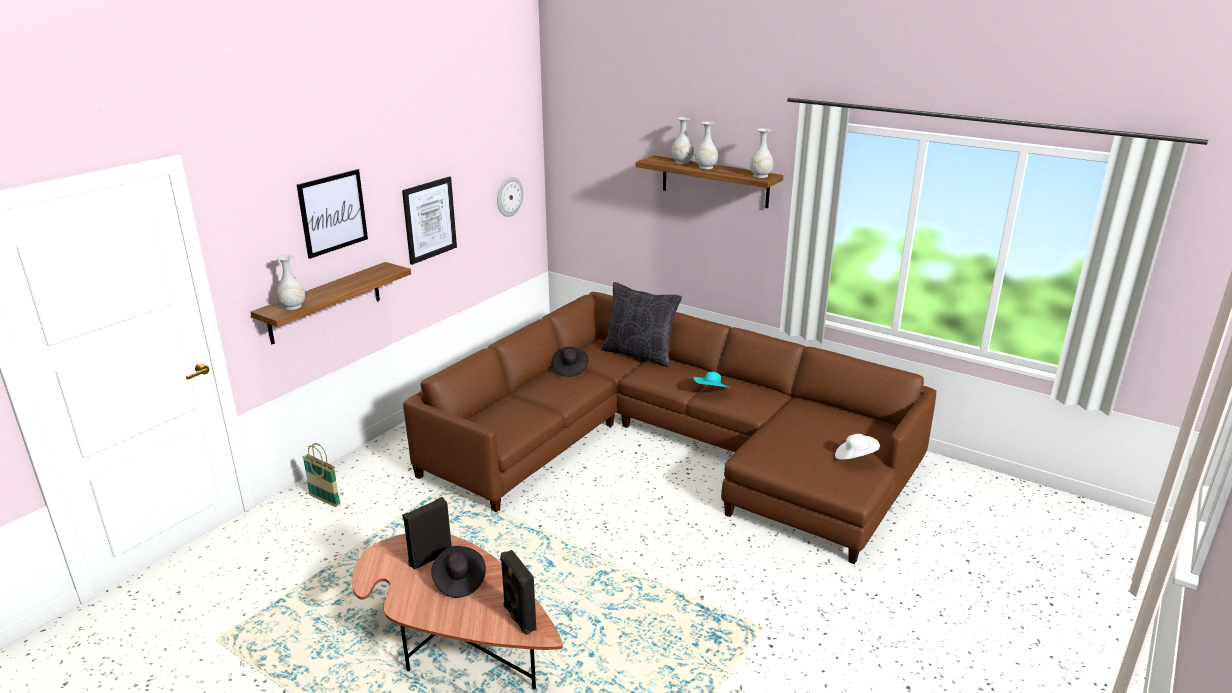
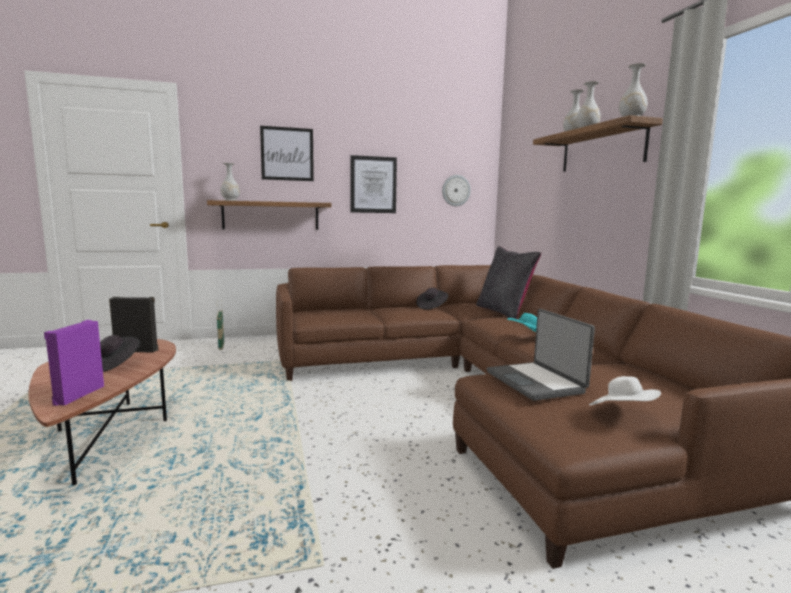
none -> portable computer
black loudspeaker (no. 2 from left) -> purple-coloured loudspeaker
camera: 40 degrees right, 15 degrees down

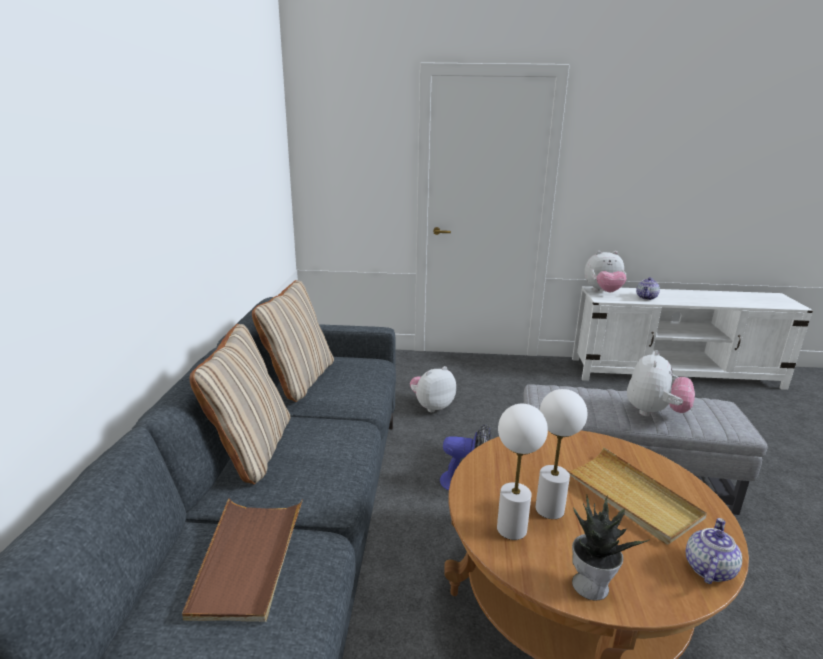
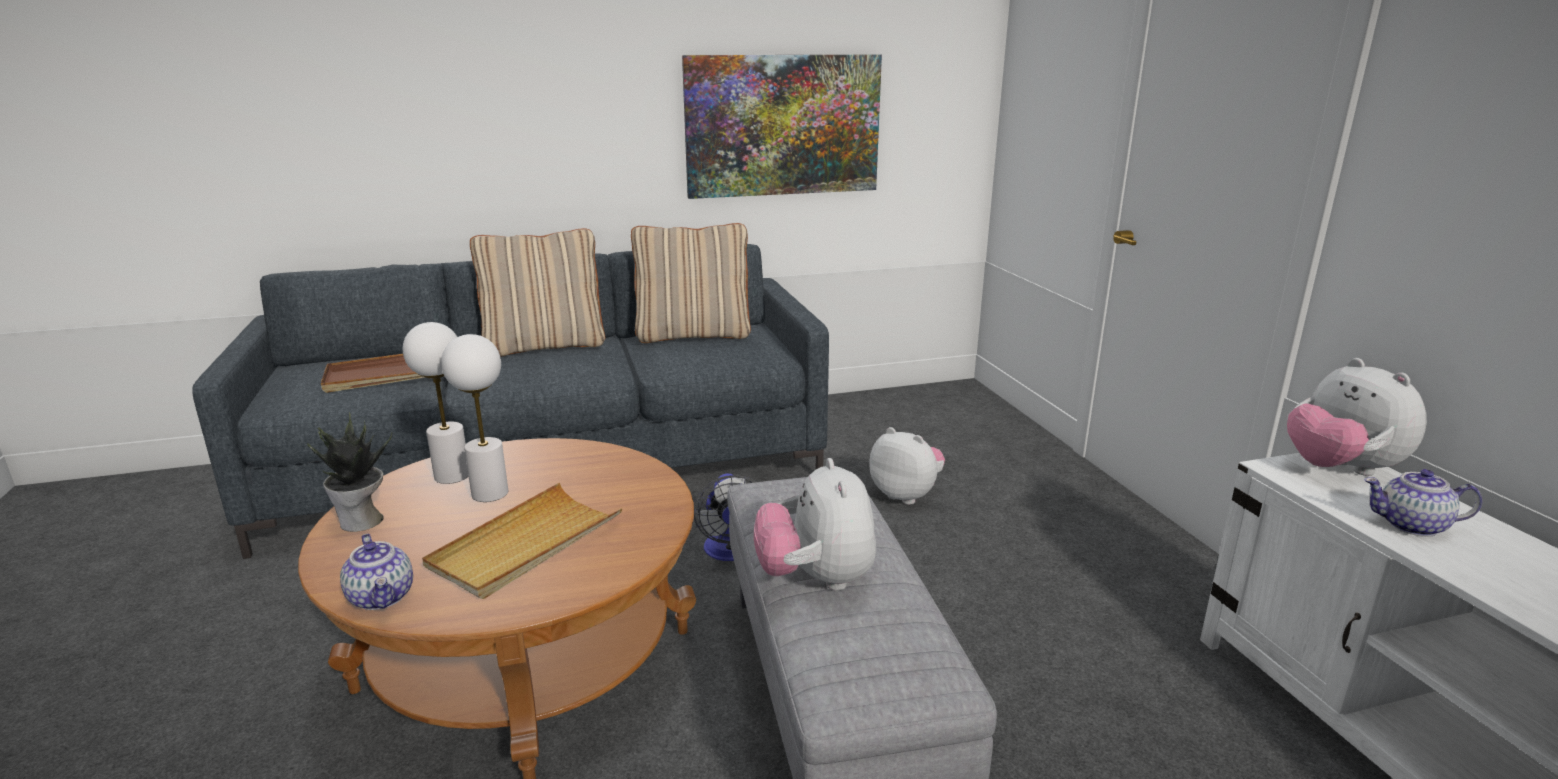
none -> picture
soft toy (no. 3 from left in the first image) -> soft toy (no. 1 from left), 75 degrees clockwise
teapot (no. 2 from left in the first image) -> teapot (no. 1 from left), 45 degrees clockwise
camera: 70 degrees right, 0 degrees up

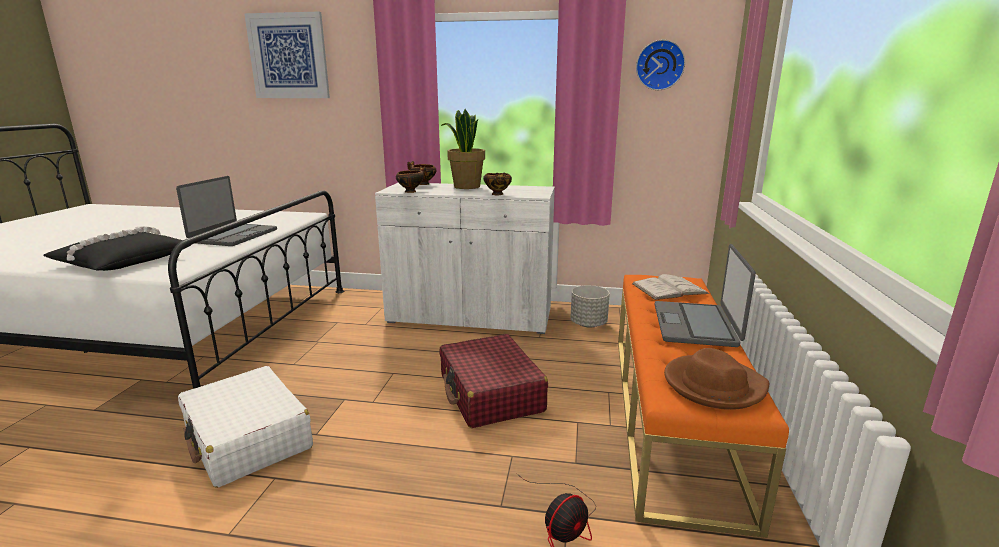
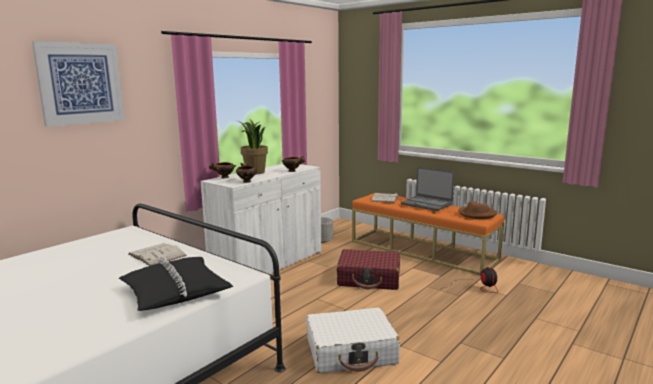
clock on the wall -> none
portable computer (no. 1 from left) -> white-coloured volume (no. 1 from left)
camera: 60 degrees left, 5 degrees down

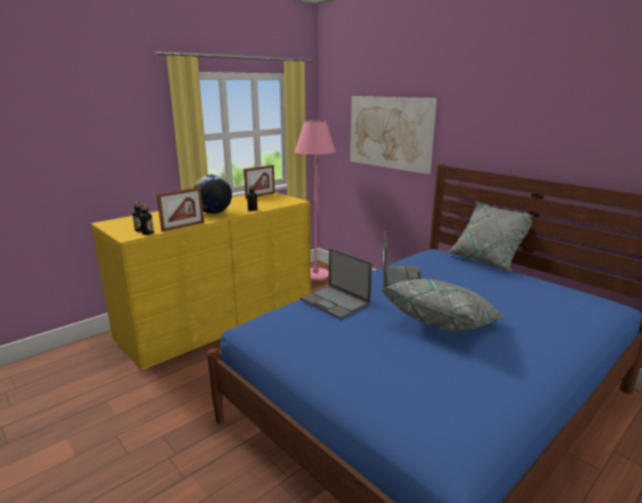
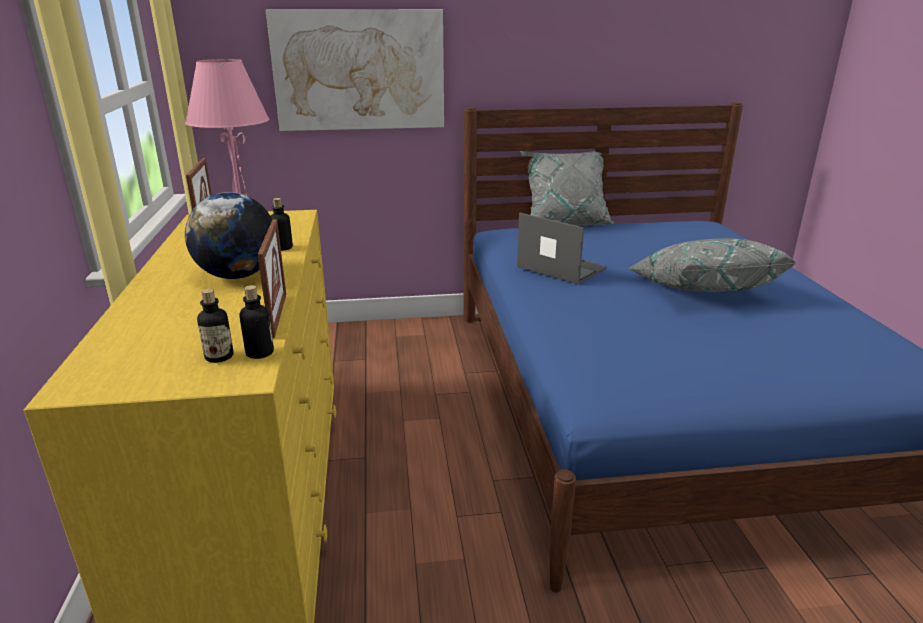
portable computer (no. 1 from left) -> none
camera: 55 degrees left, 5 degrees up

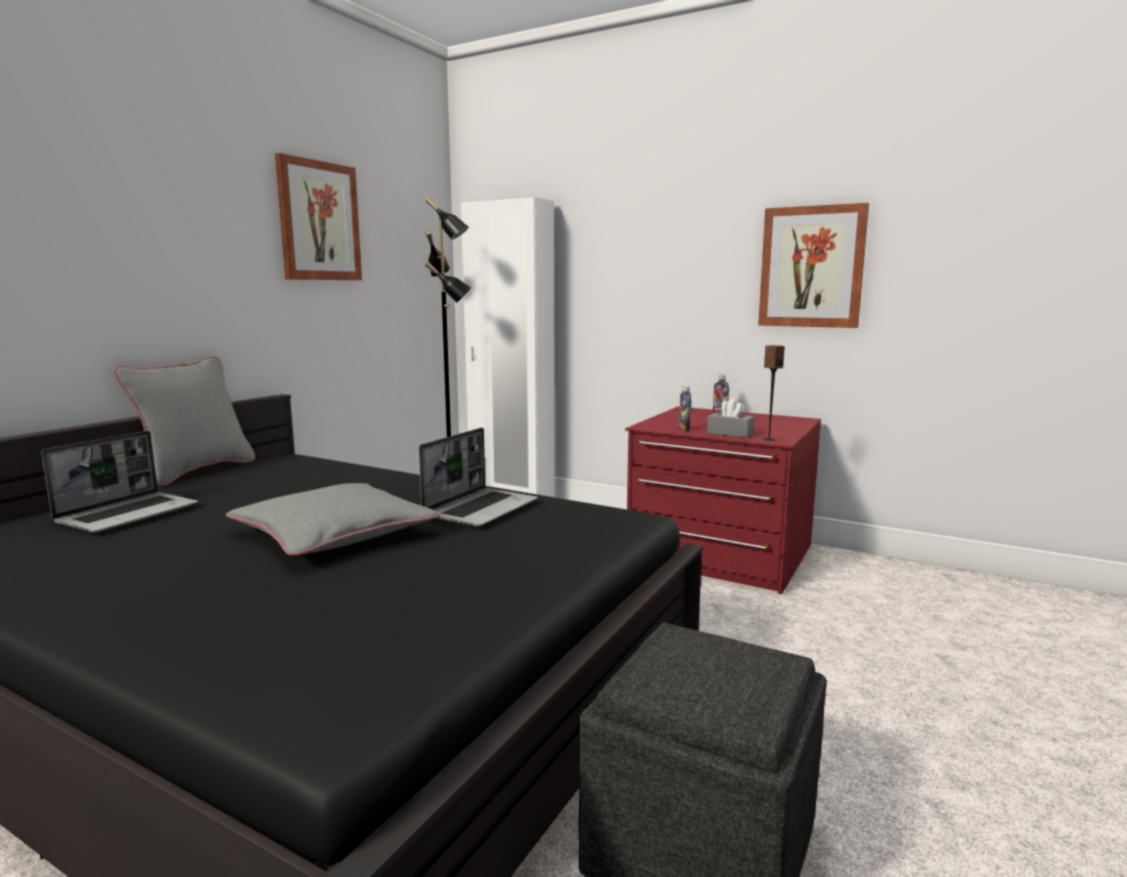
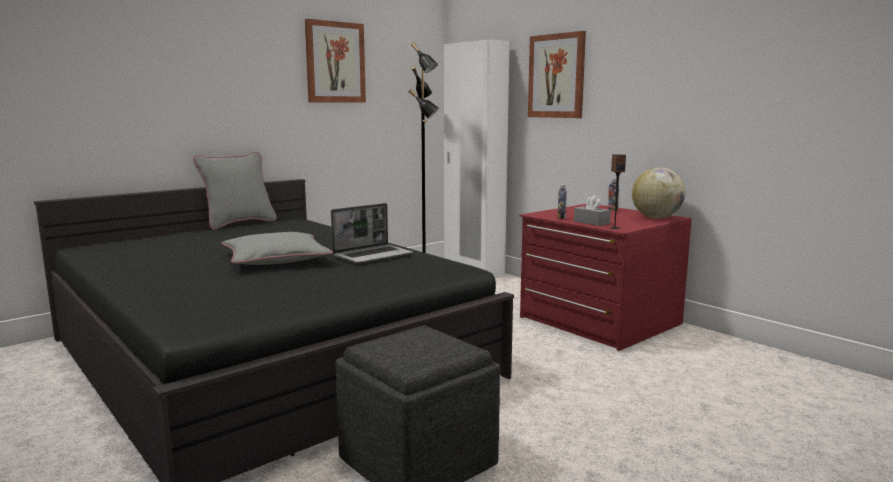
portable computer (no. 1 from left) -> none
none -> globe
picture (no. 2 from left), relocated
camera: 20 degrees right, 0 degrees up

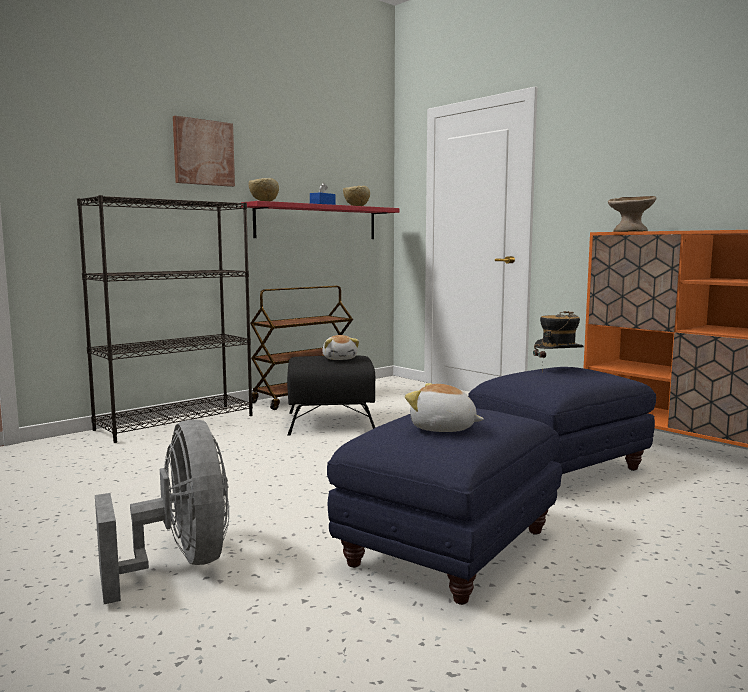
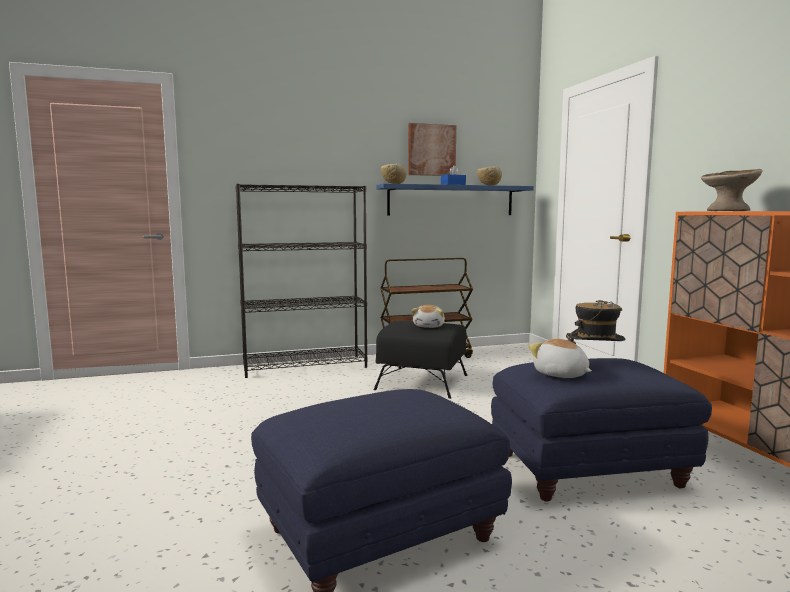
greyish electric fan -> none
picture, relocated
soft toy (no. 2 from left), relocated
red shelf -> blue-coloured shelf
camera: 25 degrees right, 0 degrees up

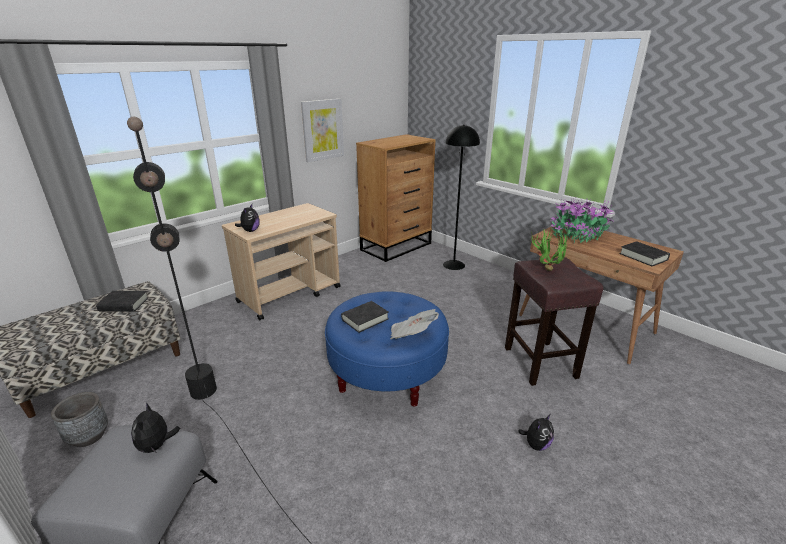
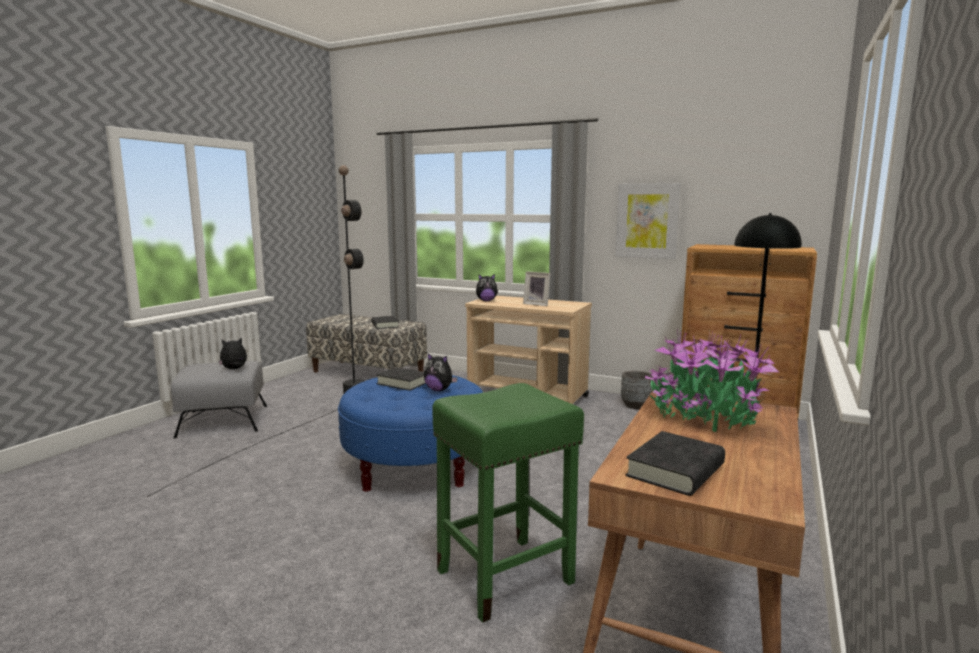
printed paper -> none
plant in a pot (no. 1 from left) -> none
none -> standing frame
greyish plant pot, relocated
soft toy (no. 3 from left in the first image) -> soft toy (no. 2 from left), relocated
brown-coloured stool -> green-coloured stool
camera: 70 degrees right, 15 degrees down

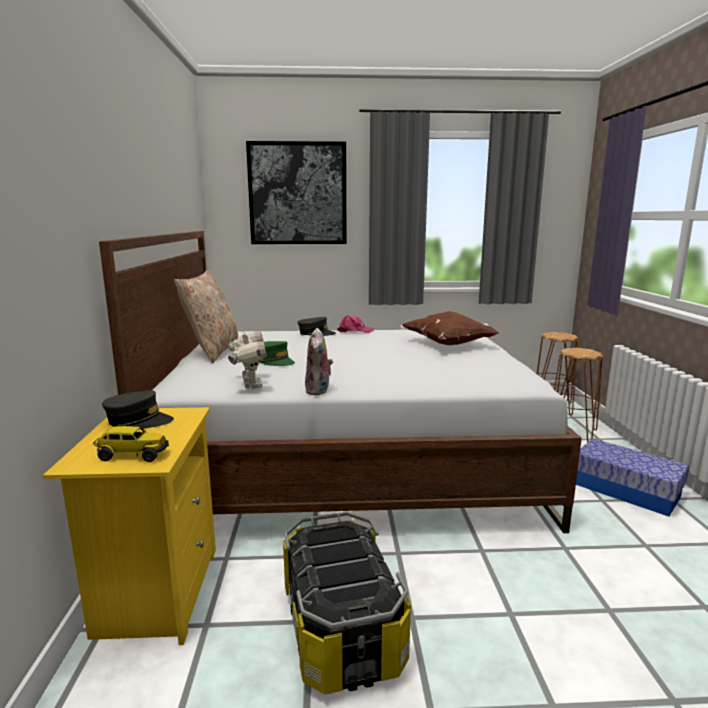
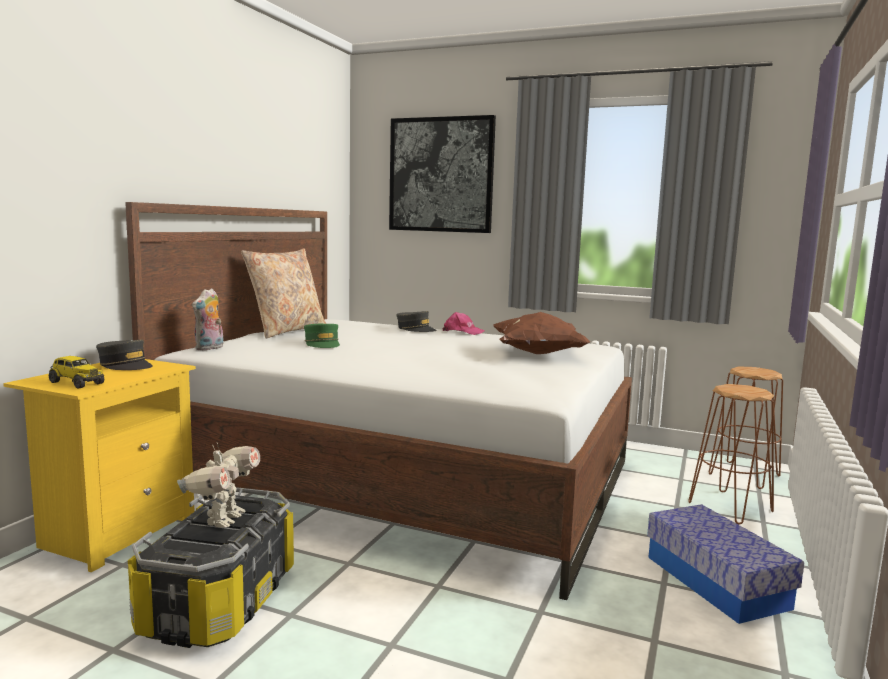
model robot, relocated
soft toy, relocated
camera: 25 degrees right, 5 degrees down

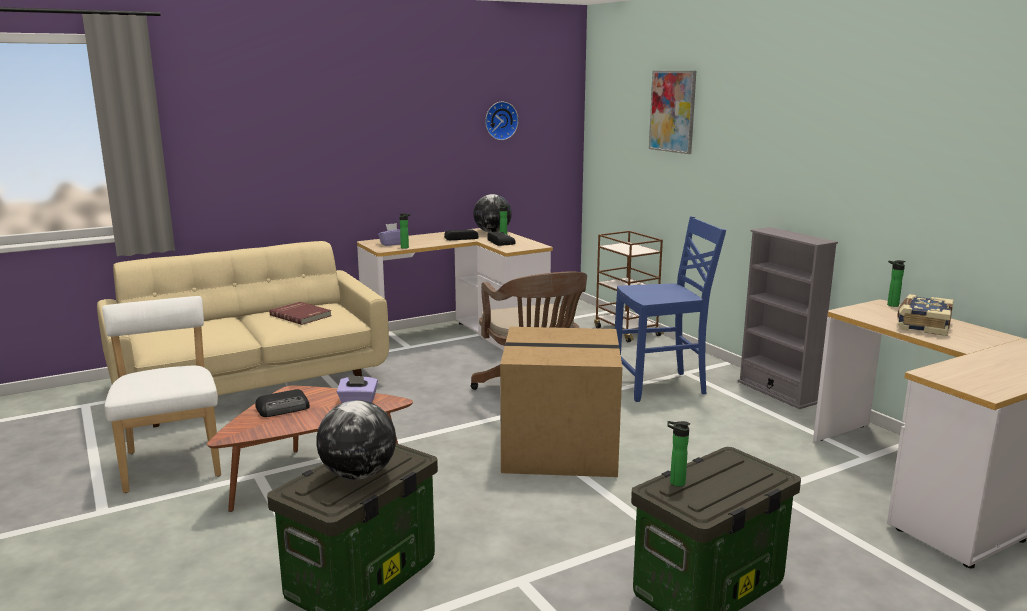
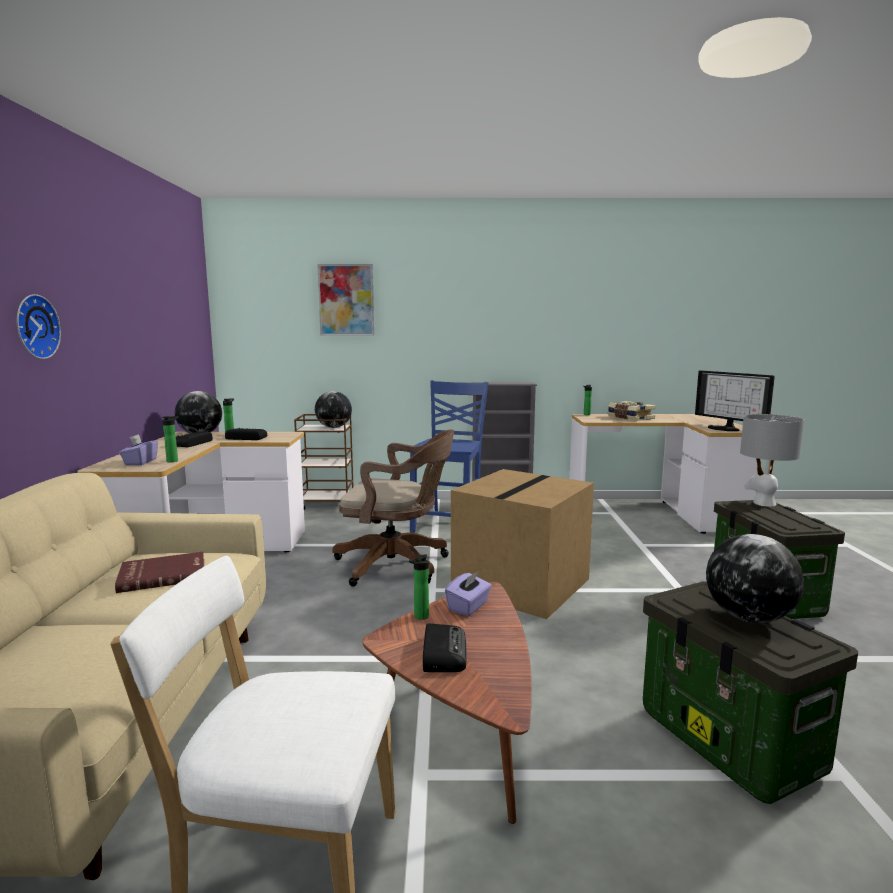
none -> globe (no. 2 from left)
none -> computer screen
none -> greyish tabletop lamp
clock on the wall, relocated
drink bottle (no. 3 from left), relocated
camera: 60 degrees left, 5 degrees down

